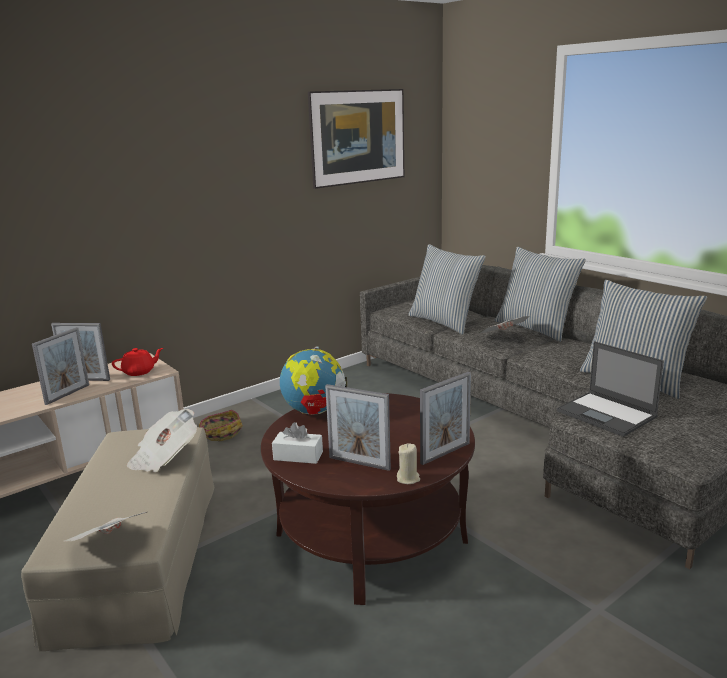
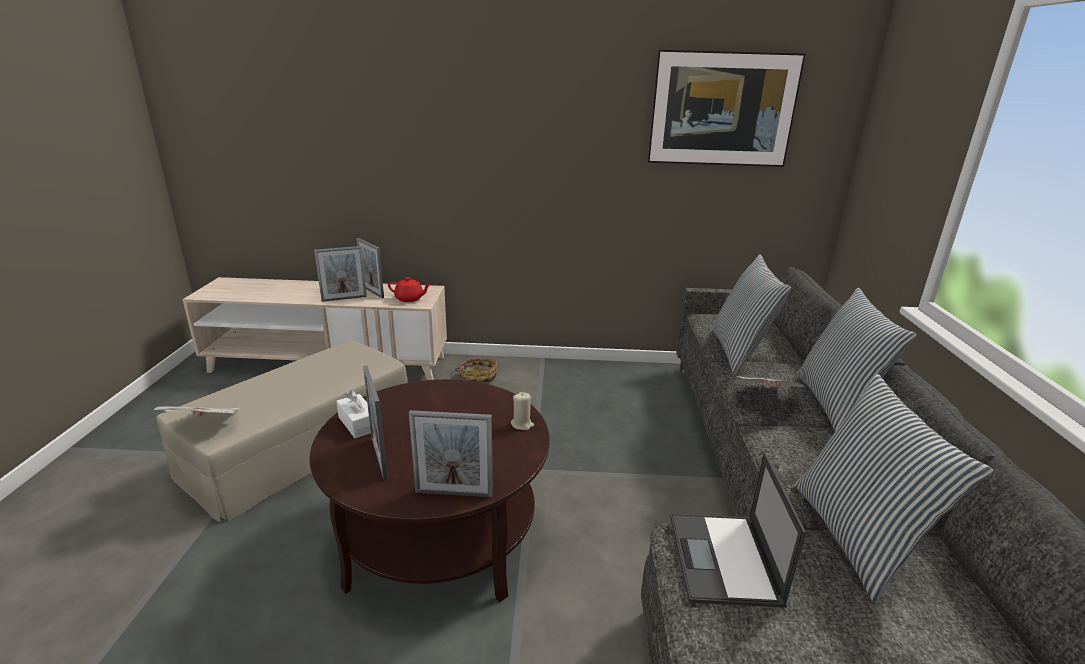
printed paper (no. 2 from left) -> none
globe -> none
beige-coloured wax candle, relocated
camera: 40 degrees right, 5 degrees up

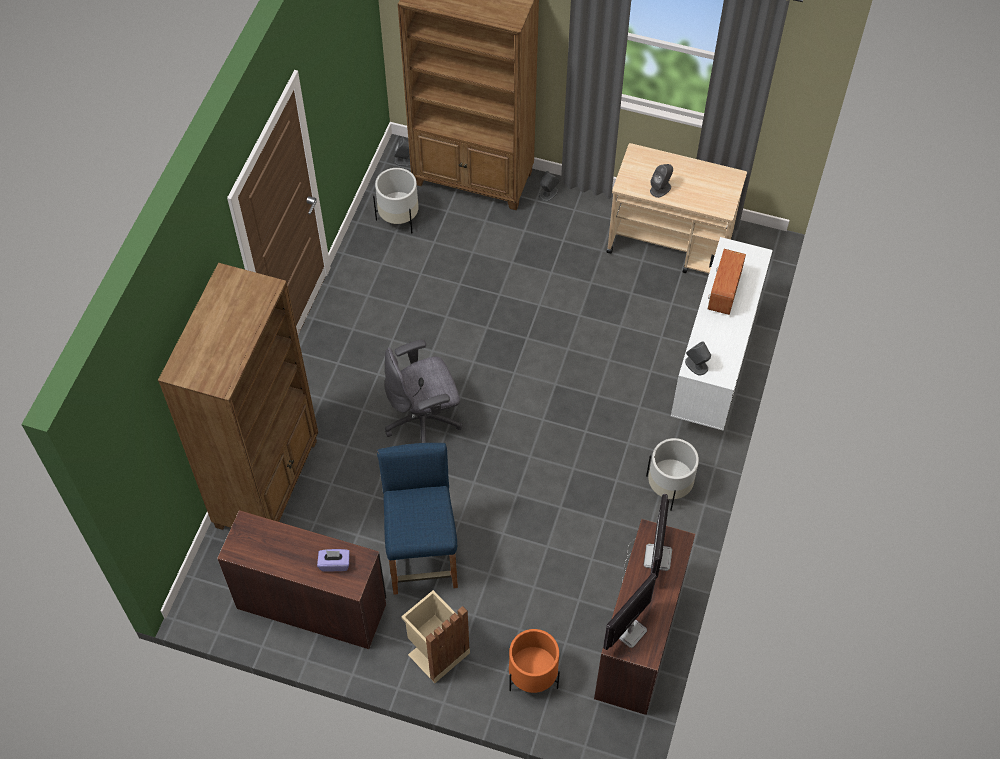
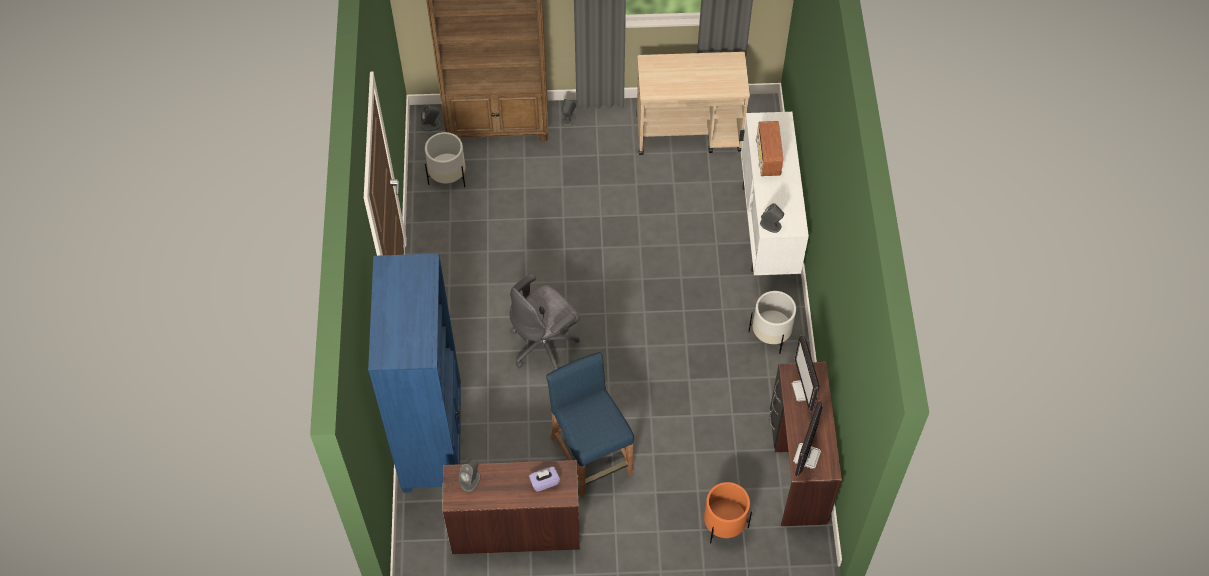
beige-coloured rubbish bin -> none
greyish loudspeaker (no. 3 from left in the first image) -> greyish loudspeaker (no. 2 from left), relocated
brown-coloured shelving unit (no. 1 from left) -> blue-coloured shelving unit
camera: 20 degrees left, 0 degrees up

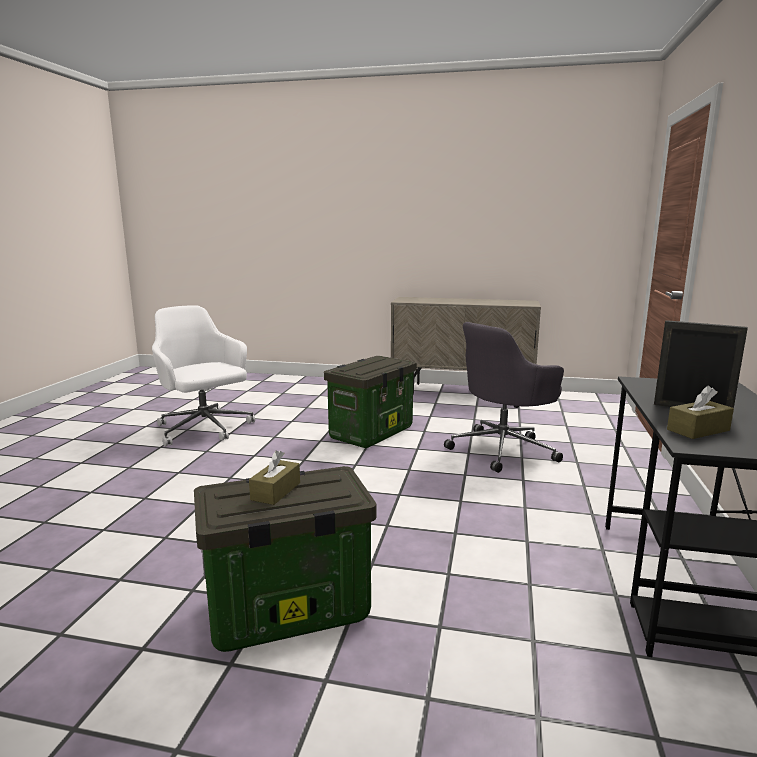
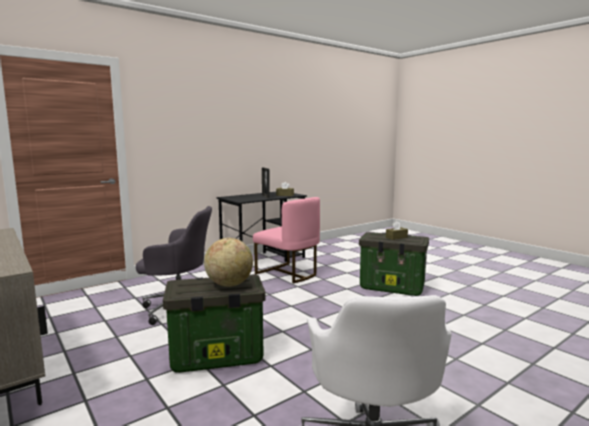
none -> globe
none -> pink upright chair
camera: 140 degrees left, 5 degrees down

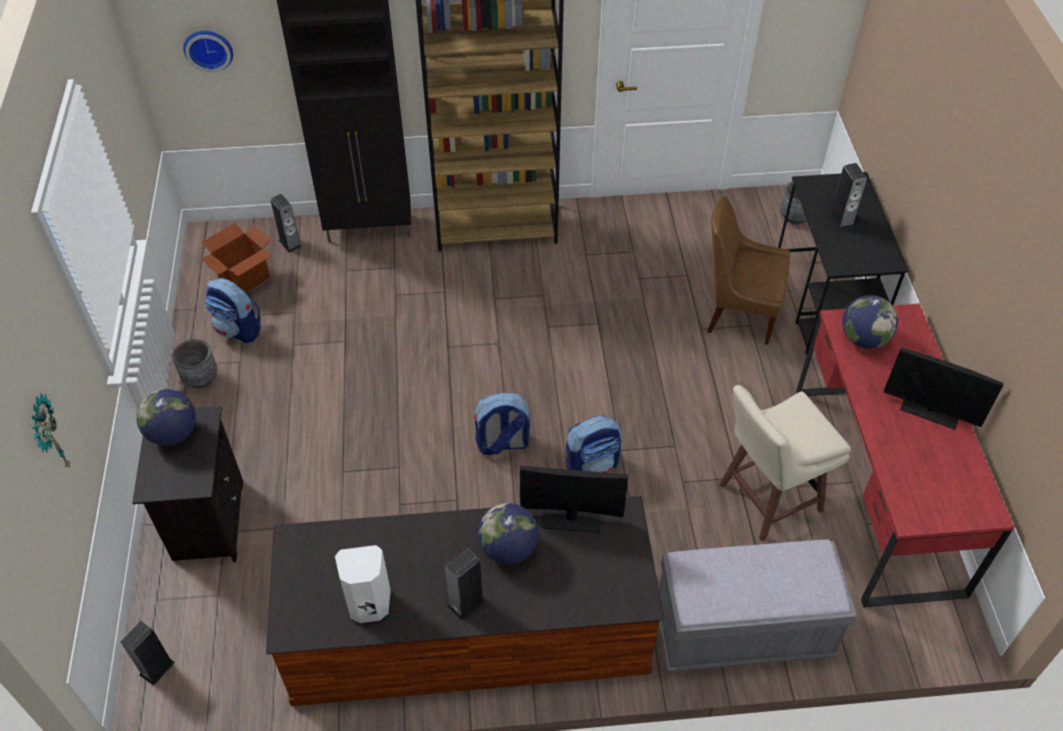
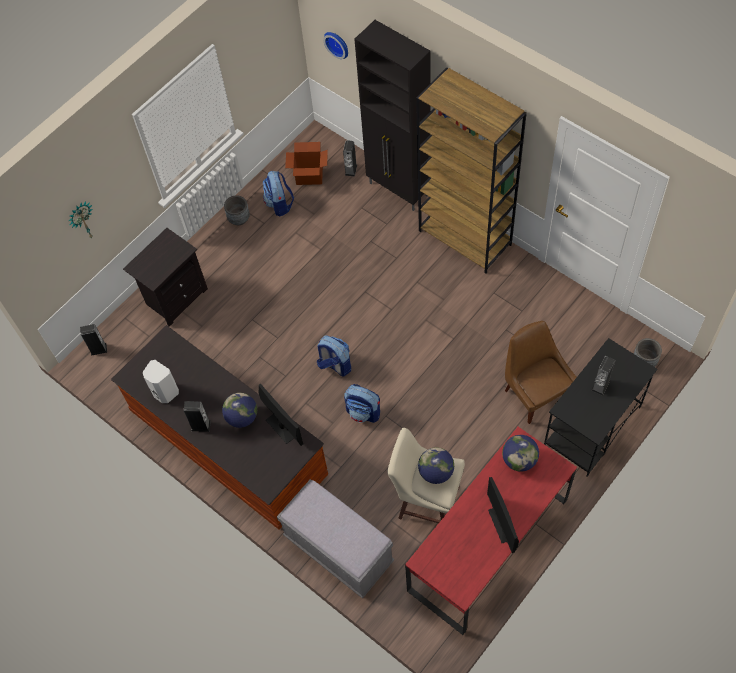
globe (no. 1 from left in the first image) -> globe (no. 2 from left), relocated
camera: 50 degrees right, 10 degrees up

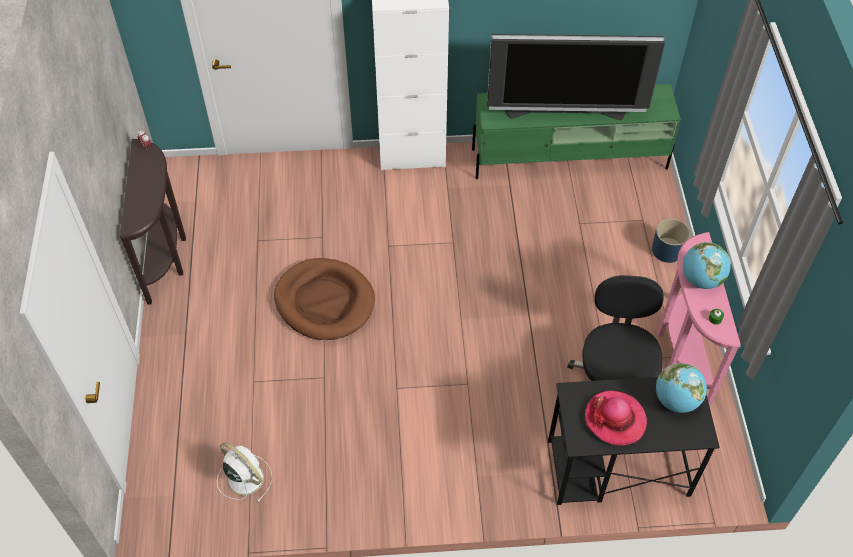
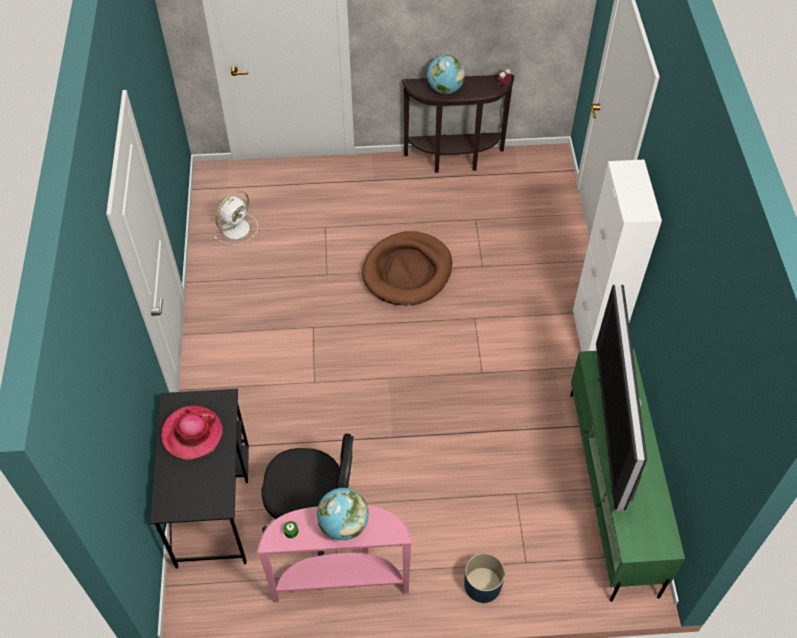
globe (no. 1 from left in the first image) -> globe (no. 2 from left), relocated
camera: 90 degrees right, 0 degrees up

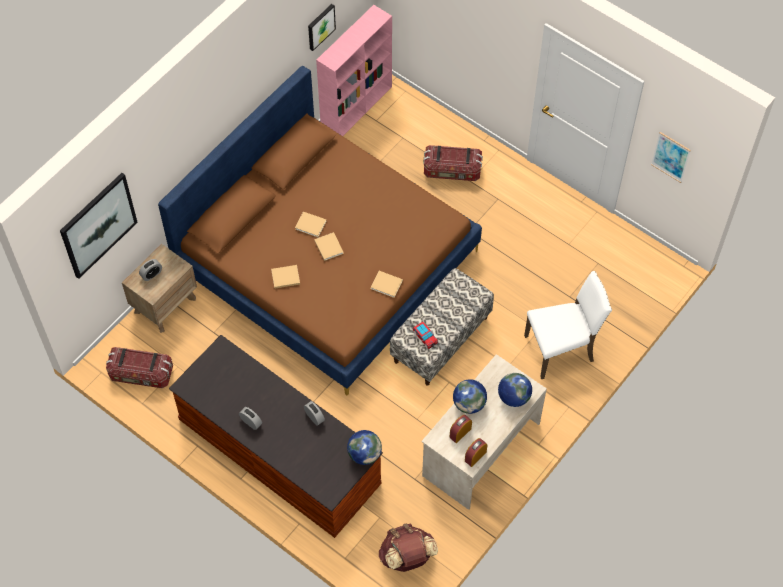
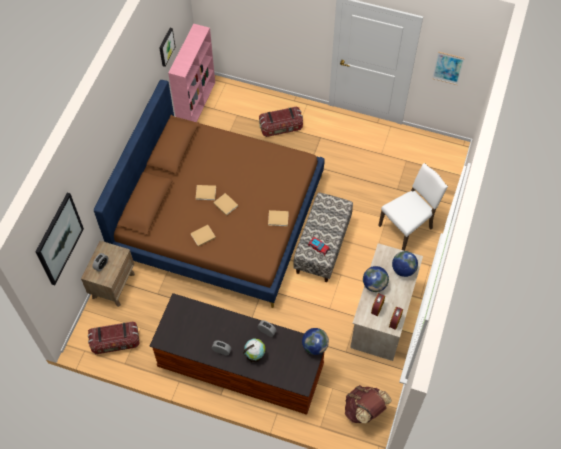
none -> globe (no. 1 from left)
camera: 20 degrees left, 0 degrees up

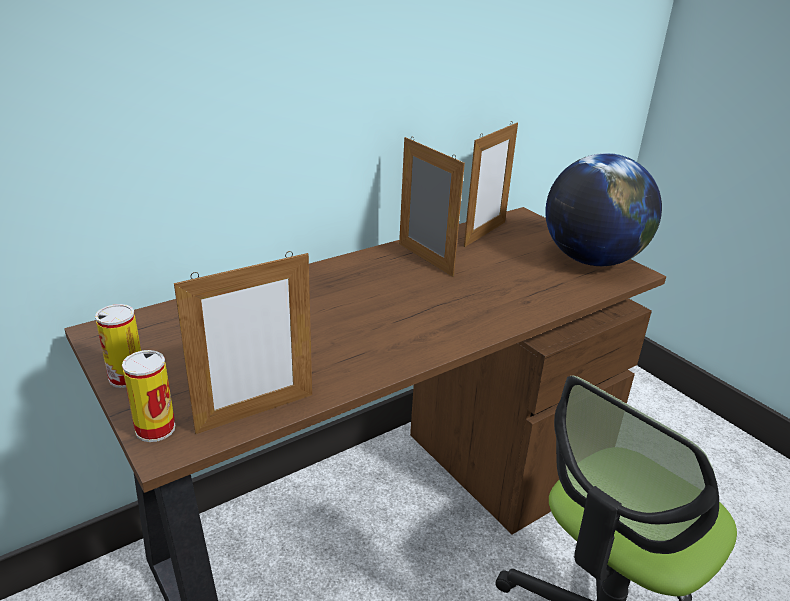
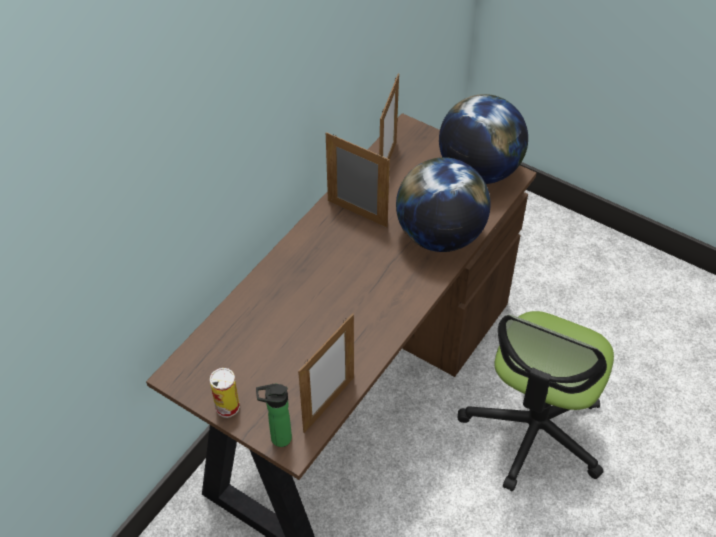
none -> globe (no. 1 from left)
sealed can (no. 2 from left) -> drink bottle
camera: 20 degrees left, 20 degrees up

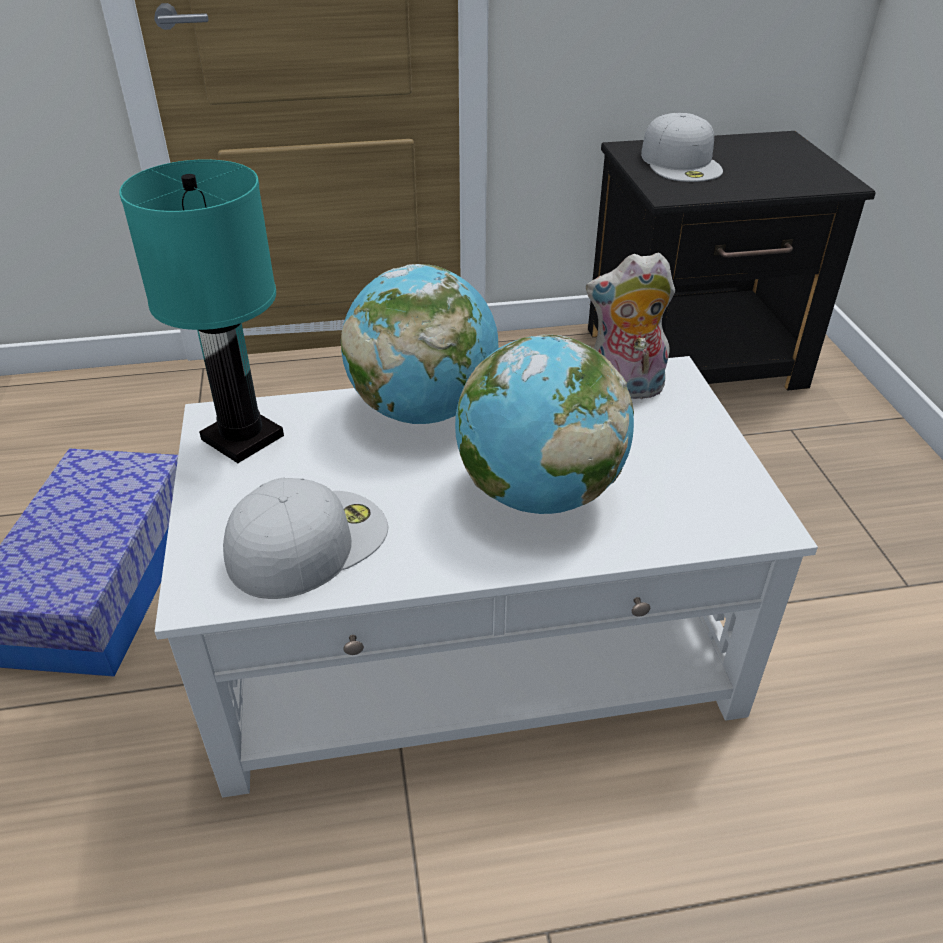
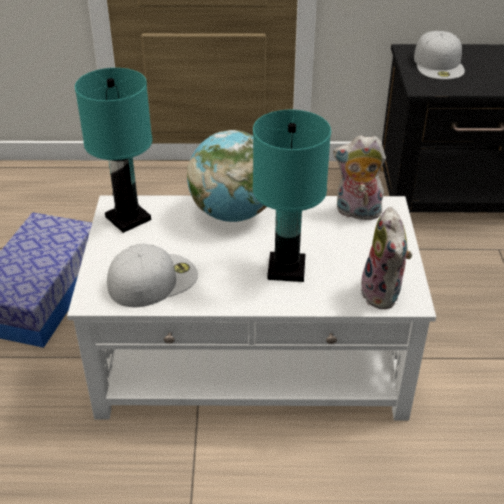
none -> soft toy (no. 2 from left)
globe (no. 2 from left) -> turquoise tabletop lamp (no. 2 from left)
camera: 10 degrees right, 0 degrees up

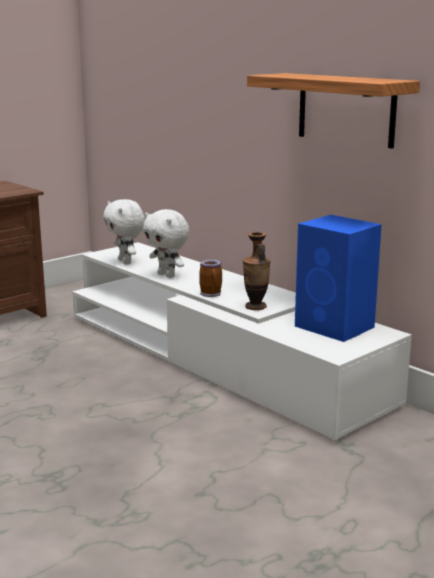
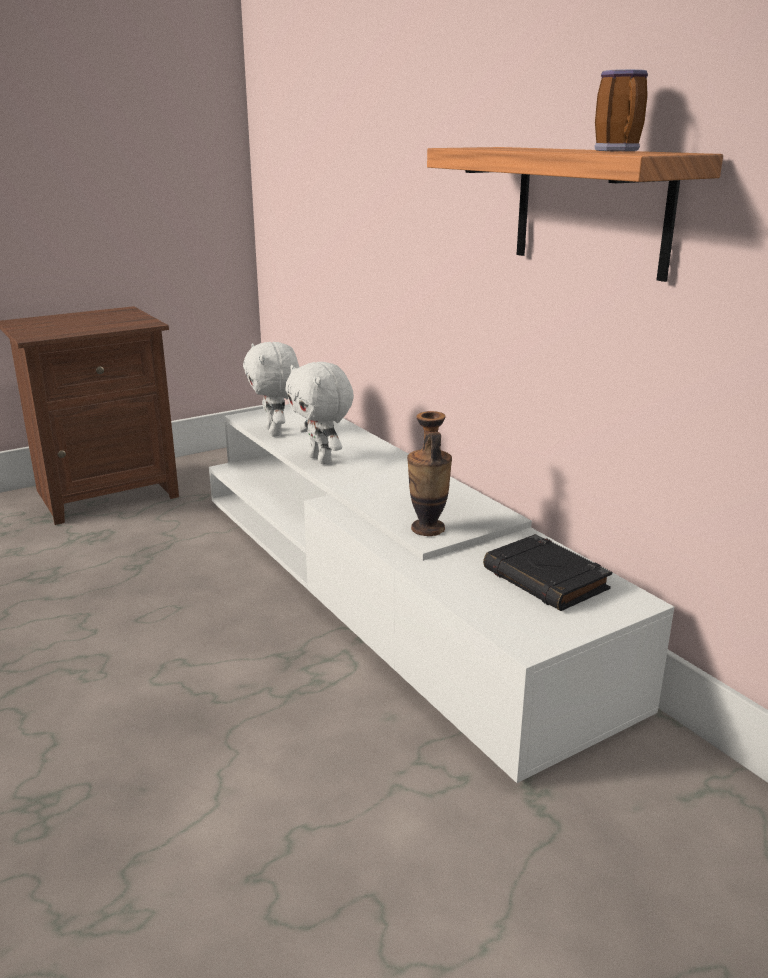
tea mug, relocated
blue-coloured loudspeaker -> black volume
camera: 10 degrees right, 5 degrees up

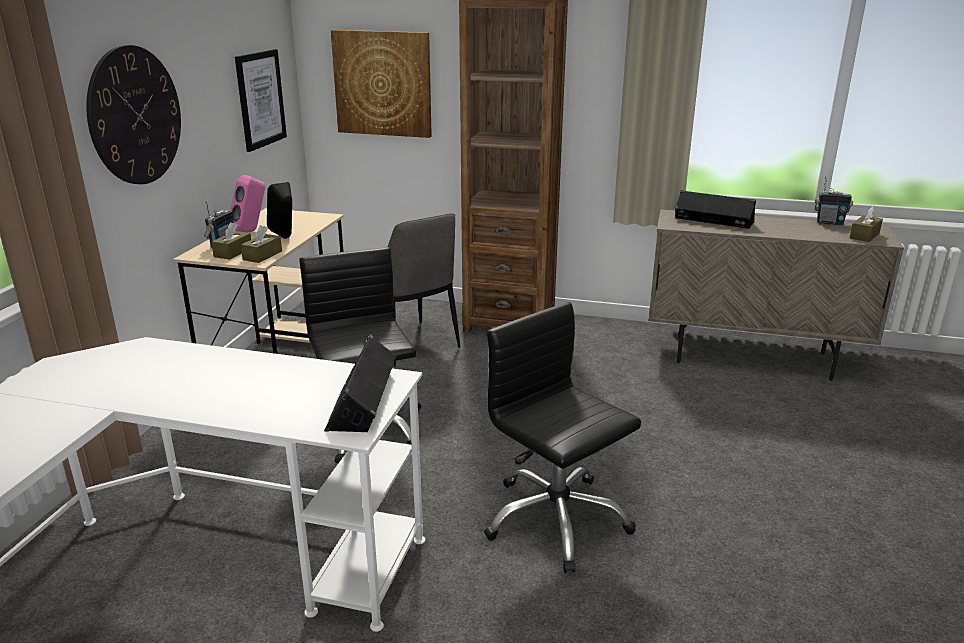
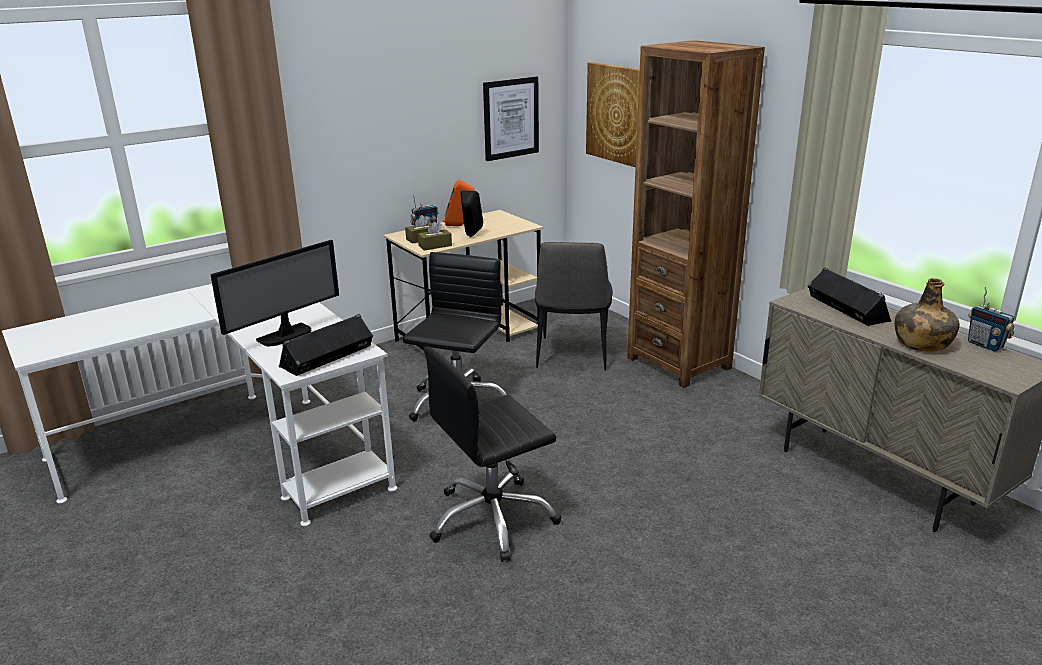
clock on the wall -> none
brown-coloured box of tissues (no. 3 from left) -> none
none -> computer screen
none -> green-coloured drink bottle
pink loudspeaker -> orange loudspeaker
black desk chair (no. 2 from left), 120 degrees counterclockwise
camera: 40 degrees right, 0 degrees up

